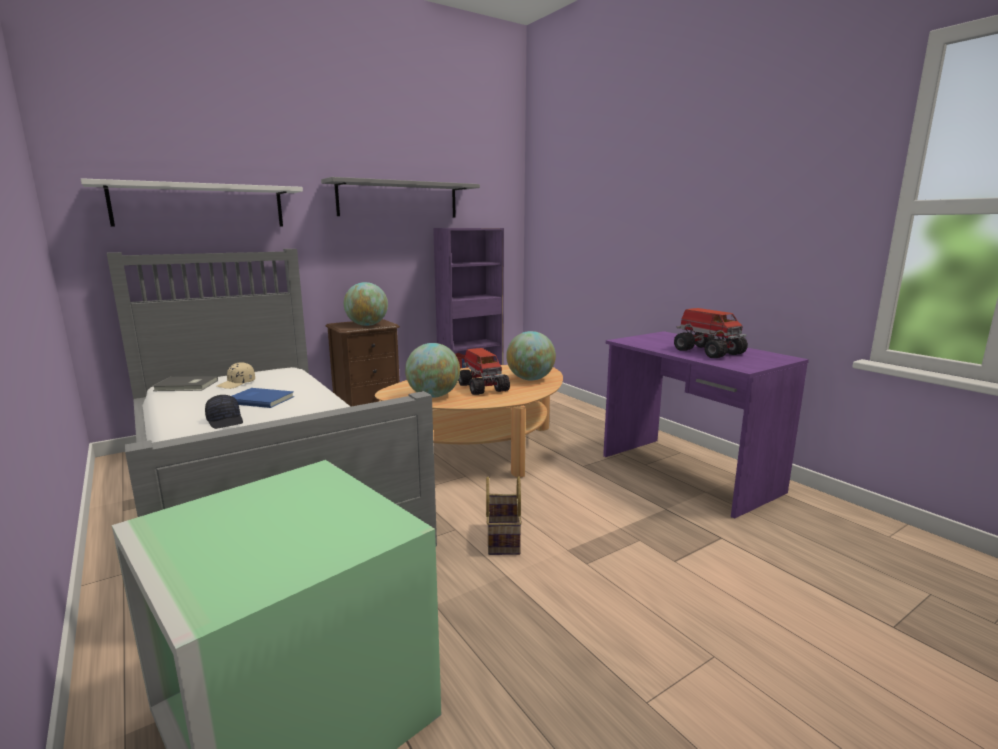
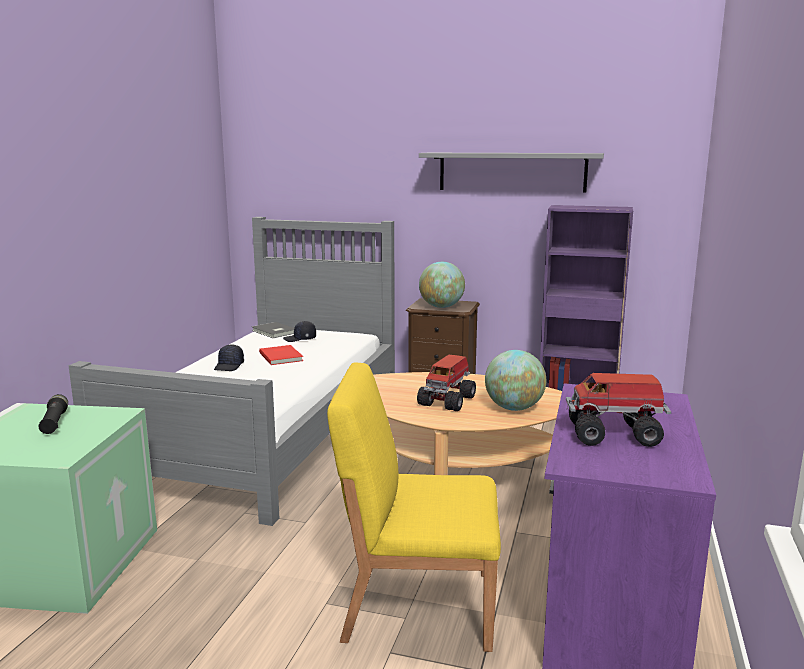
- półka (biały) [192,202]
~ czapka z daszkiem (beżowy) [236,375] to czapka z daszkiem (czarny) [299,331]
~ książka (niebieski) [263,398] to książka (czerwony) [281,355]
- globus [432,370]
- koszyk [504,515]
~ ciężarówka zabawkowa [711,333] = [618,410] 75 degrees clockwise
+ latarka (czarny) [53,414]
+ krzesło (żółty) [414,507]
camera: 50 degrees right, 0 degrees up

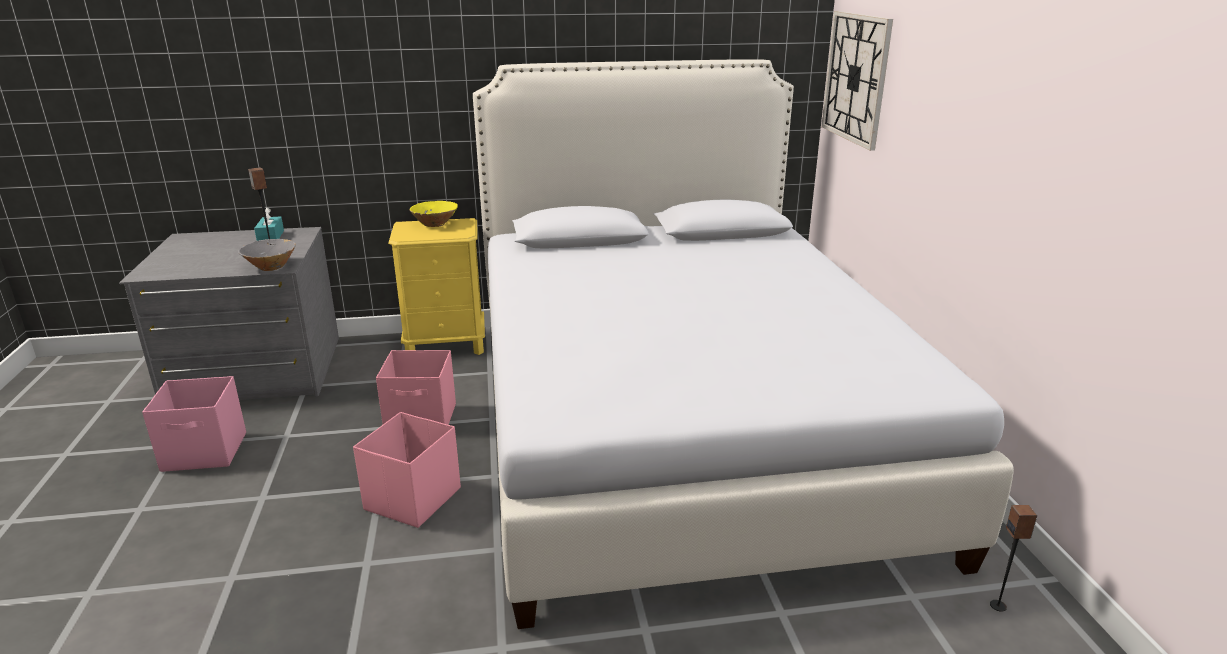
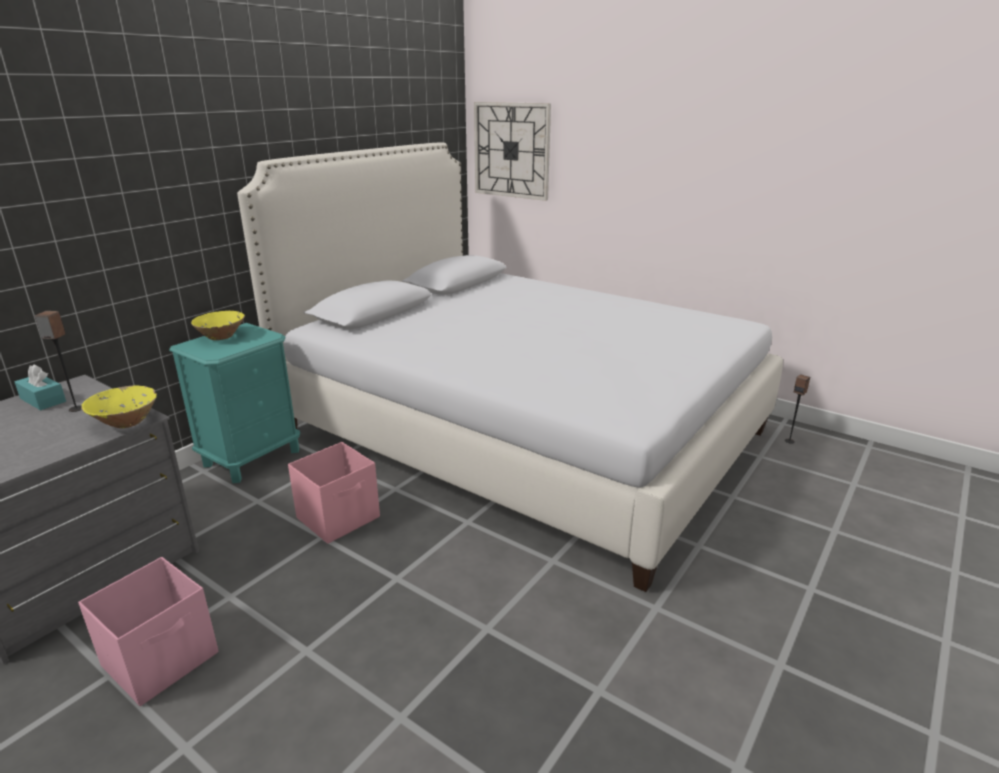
~ miska (szary) [267,255] to miska (żółty) [119,406]
- pojemnik do przechowywania (różowy) [407,470]
~ szafka nocna (żółty) [436,286] to szafka nocna (turkusowy) [234,403]
camera: 45 degrees left, 0 degrees up

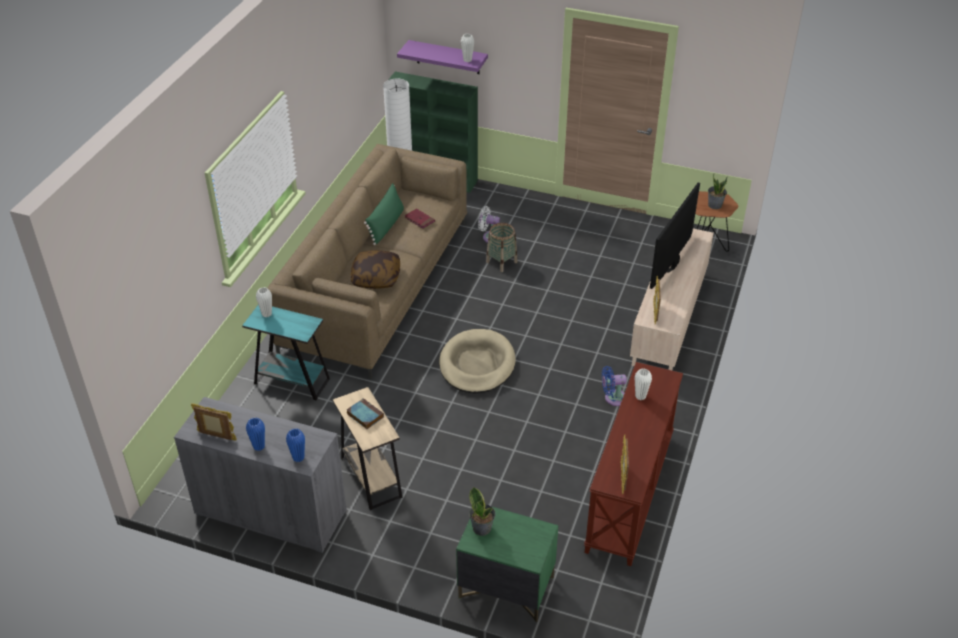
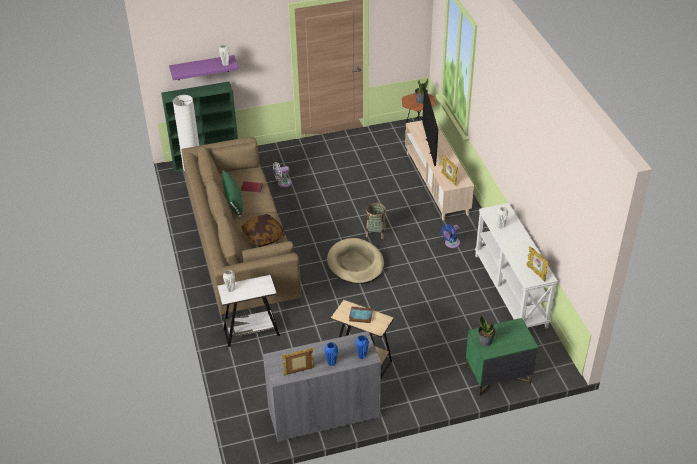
~ stolik (turkusowy) [286,352] to stolik (biały) [248,311]
~ koszyk [501,247] to [376,221]
~ stolik konsolowy (brązowy) [633,464] to stolik konsolowy (biały) [516,265]
camera: 35 degrees left, 0 degrees up

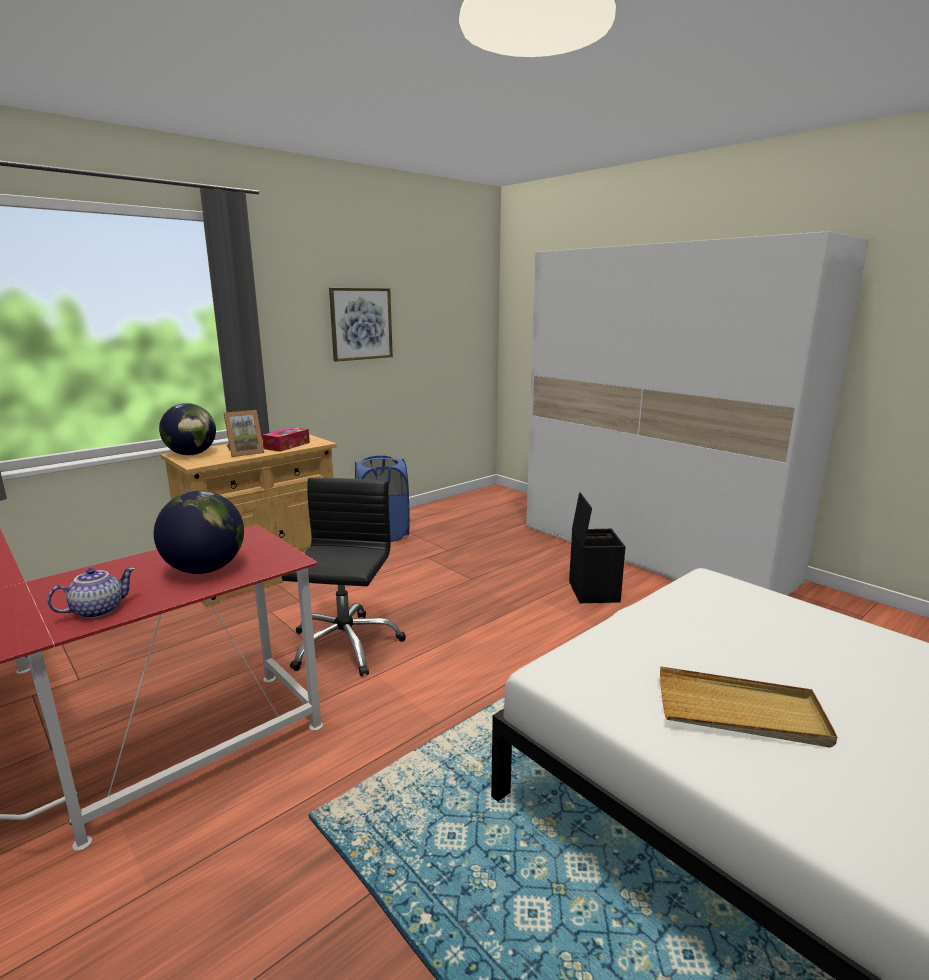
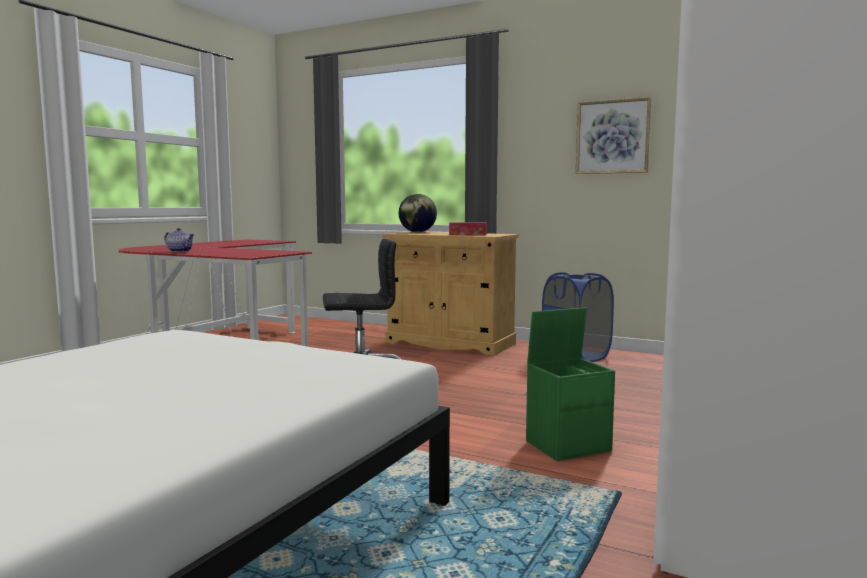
- globus [199,532]
- ramka na zdjęcie [244,433]
~ pojemnik do przechowywania (czarny) [597,547] to pojemnik do przechowywania (zielony) [570,384]
- taca (beżowy) [748,706]
camera: 70 degrees right, 10 degrees down

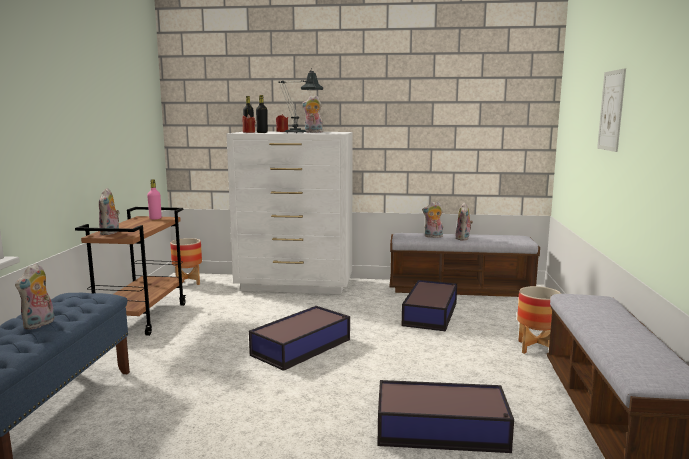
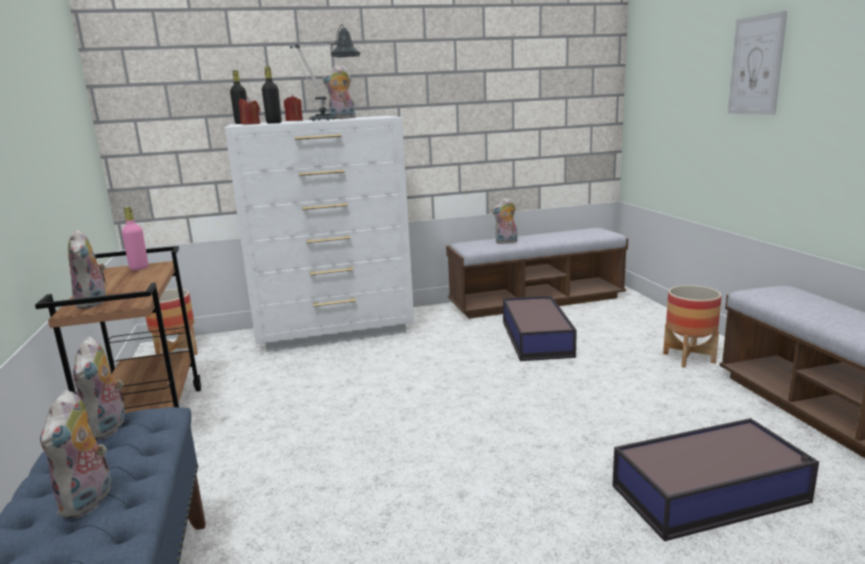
- pojemnik do przechowywania [299,338]
~ pluszak [464,221] to [99,388]
camera: 20 degrees left, 5 degrees up

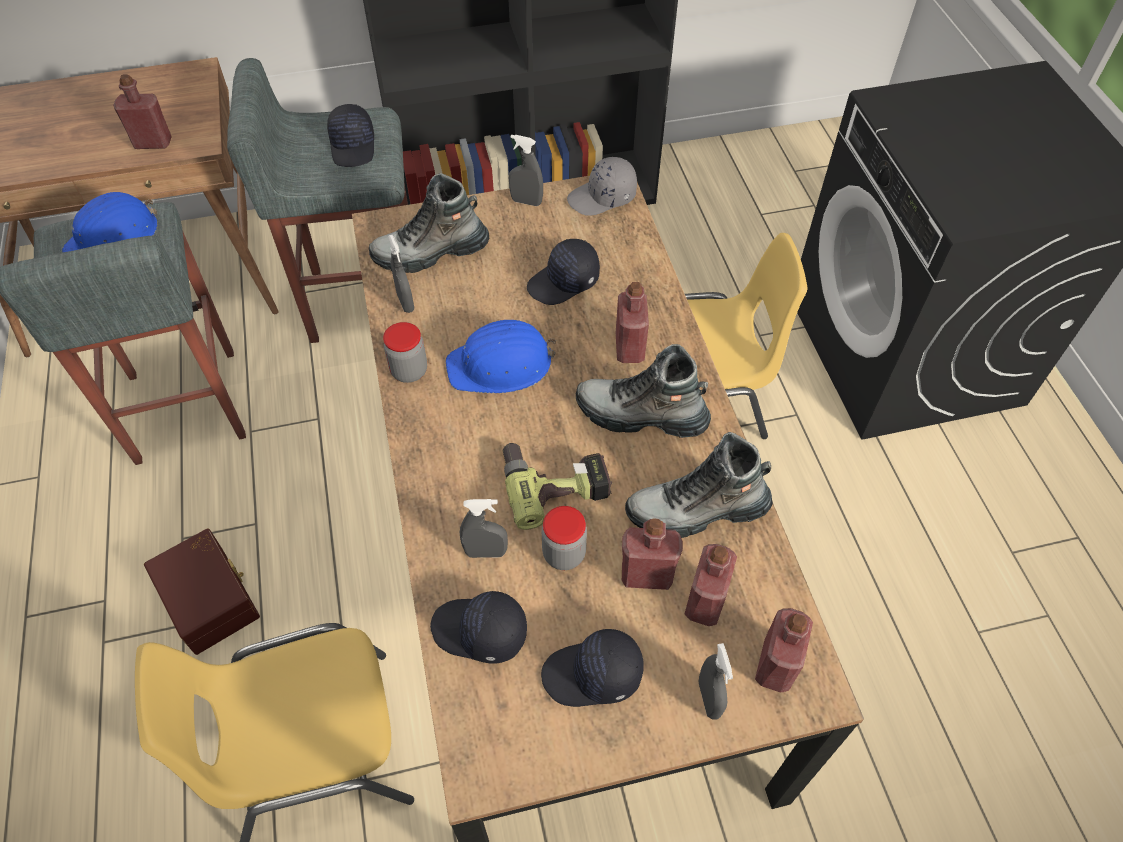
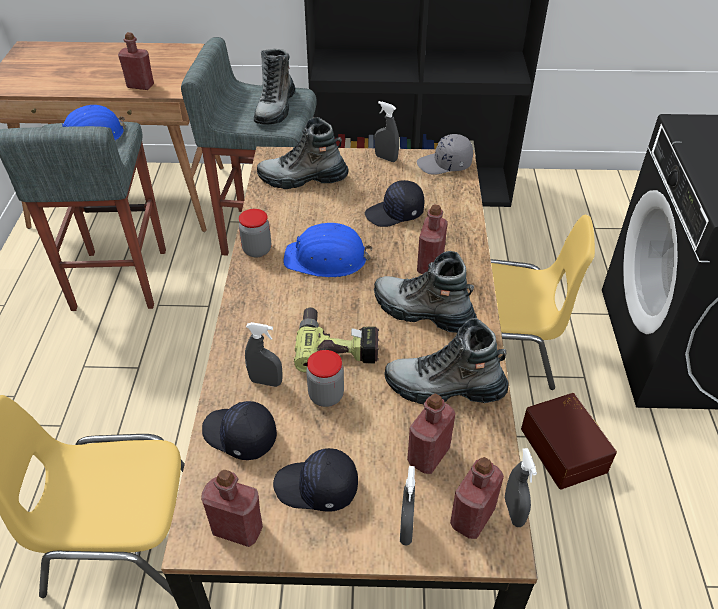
~ pojemnik do przechowywania (brązowy) [202,591] to [569,441]
~ czapka z daszkiem (czarny) [350,135] to but z cholewką [274,86]
~ spryskiwacz (szary) [401,273] to [521,487]
~ butelka (czerwony) [652,554] to [232,508]
camera: 15 degrees right, 10 degrees down

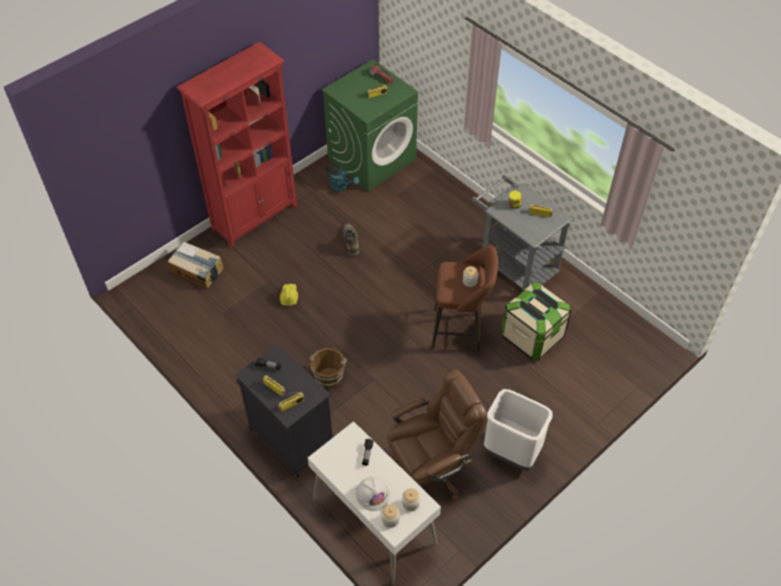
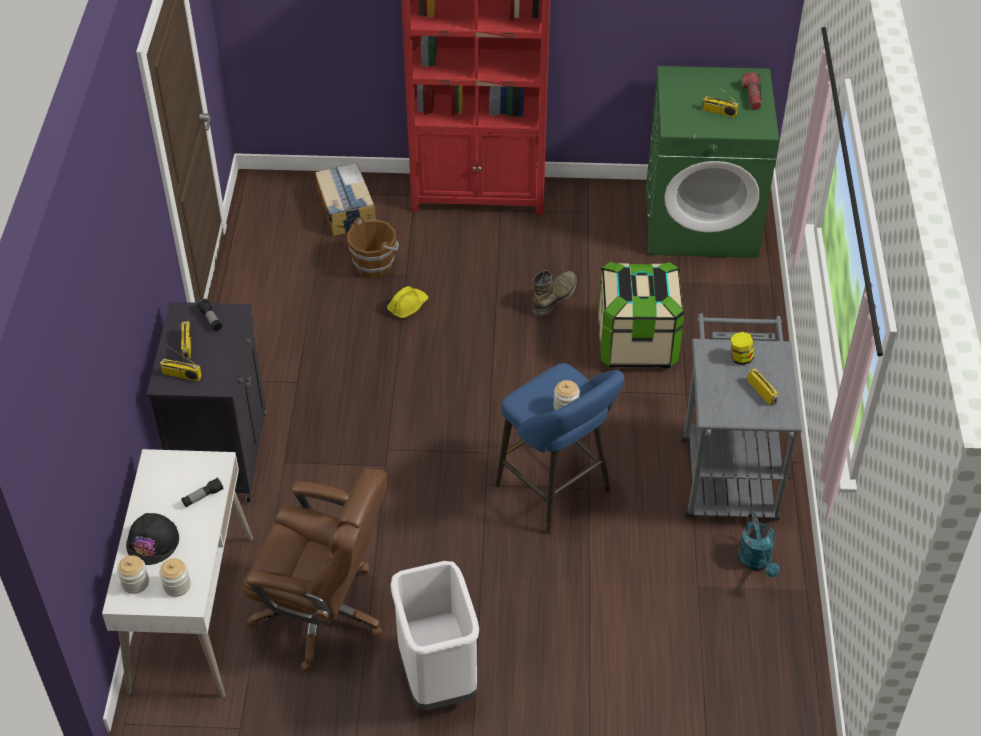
~ wiadro (brązowy) [328,368] to [373,248]
~ konewka (turkusowy) [343,178] to [759,545]
~ kask (biały) [373,494] to kask (czarny) [152,539]
~ stołek (brązowy) [464,299] to stołek (niebieski) [559,448]
~ pojemnik do przechowywania [536,321] to [641,315]
camera: 45 degrees right, 5 degrees down

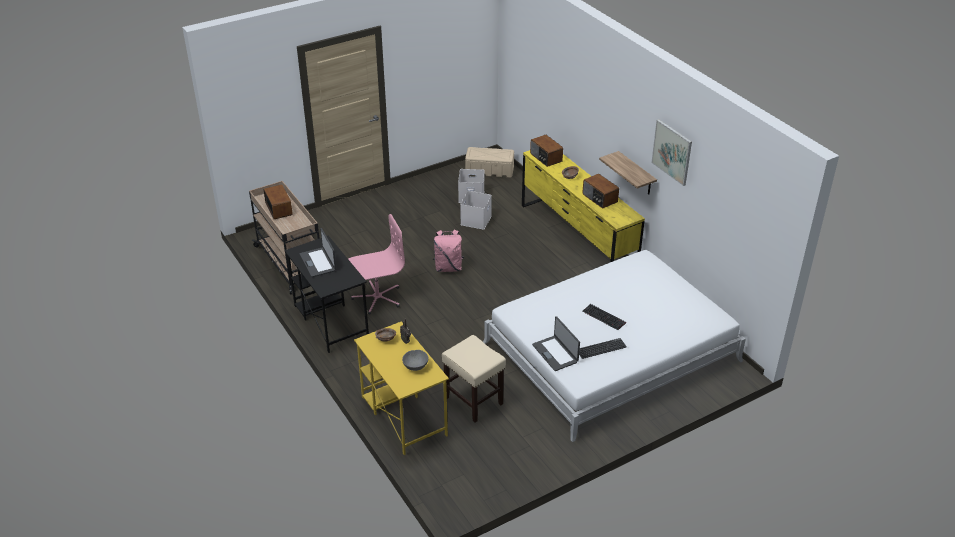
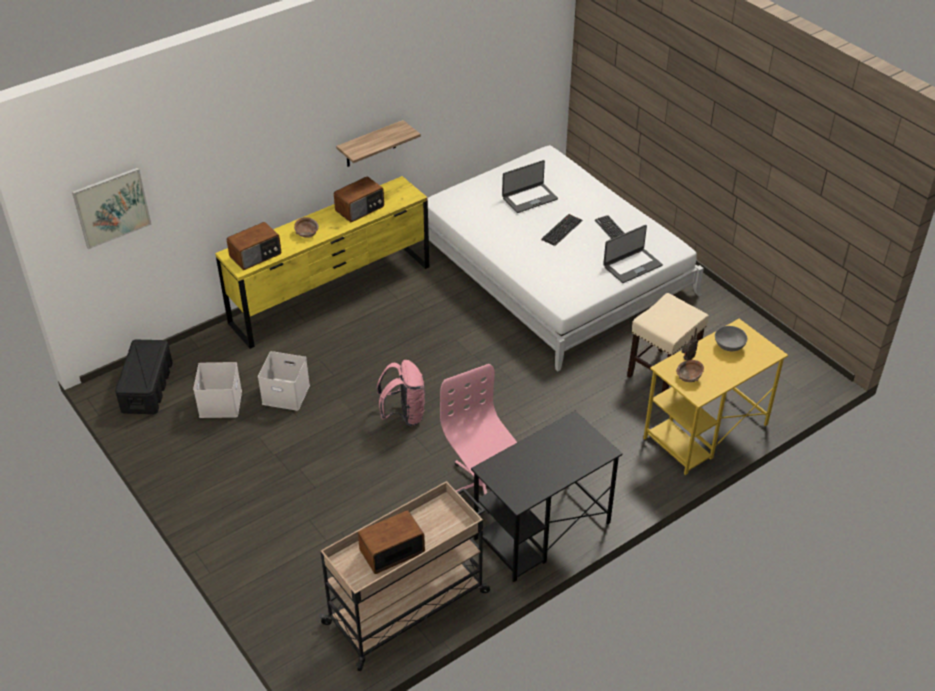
~ laptop [318,252] to [530,186]
~ pojemnik do przechowywania (beżowy) [489,162] to pojemnik do przechowywania (czarny) [144,377]
~ obraz [671,152] to [112,208]
camera: 95 degrees left, 5 degrees up

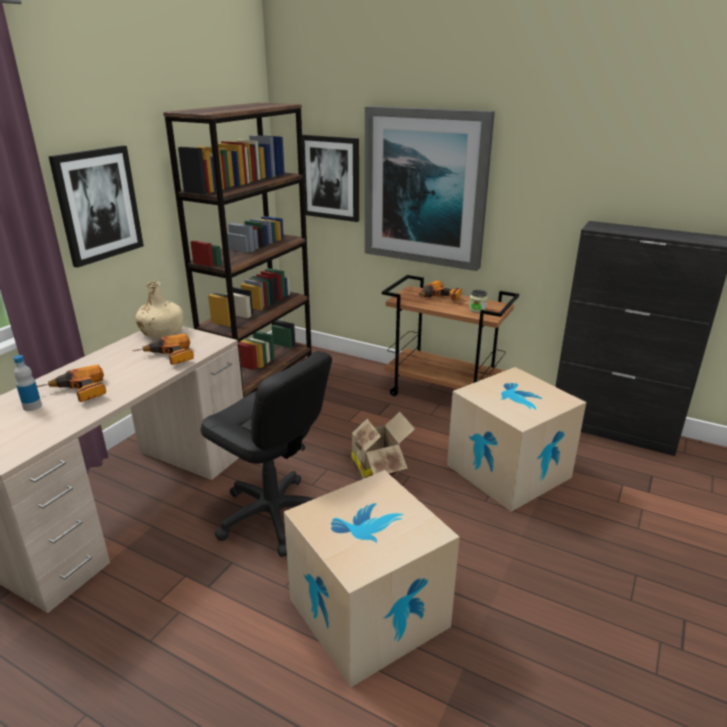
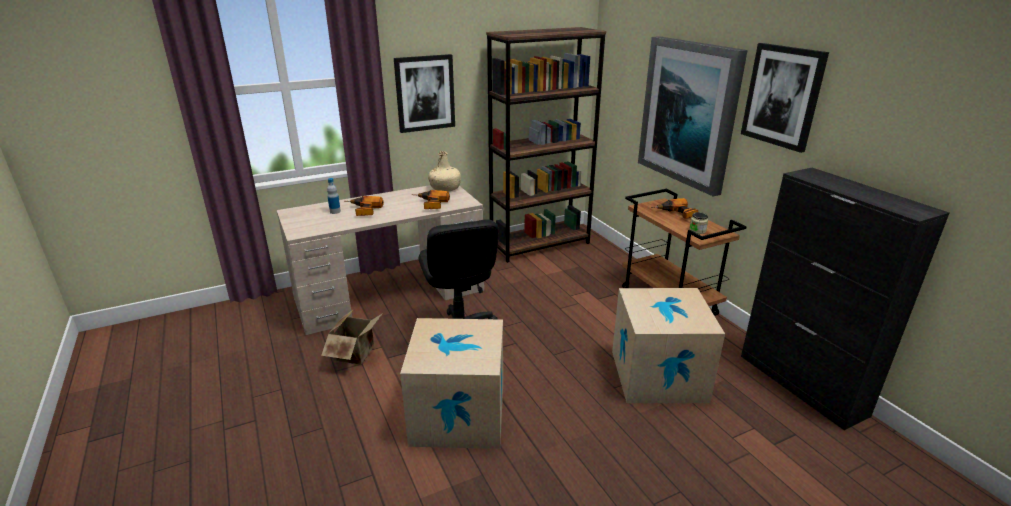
~ obraz [330,178] to [785,98]
~ karton [381,445] to [352,337]
camera: 35 degrees right, 0 degrees up

